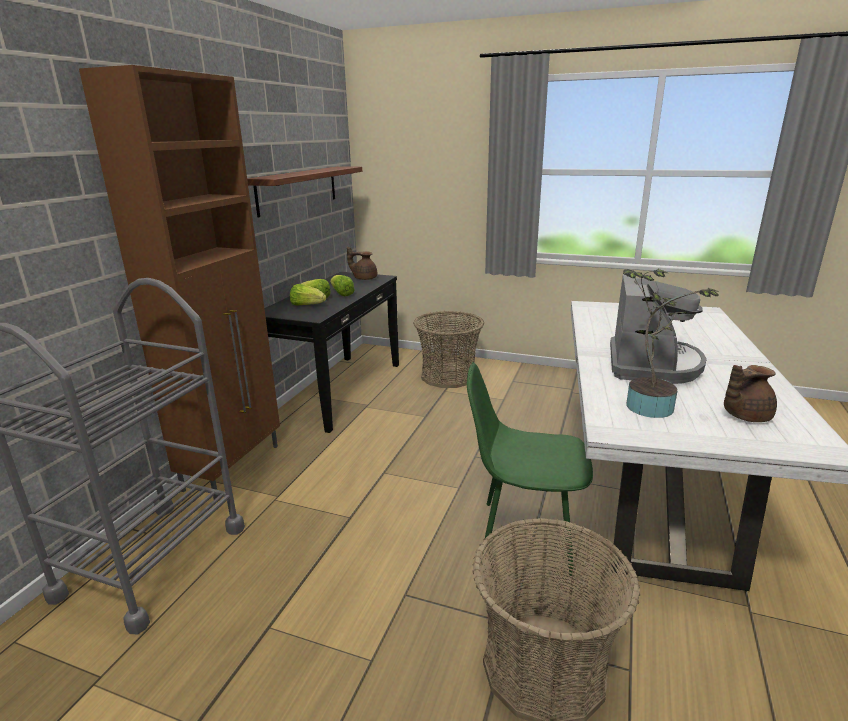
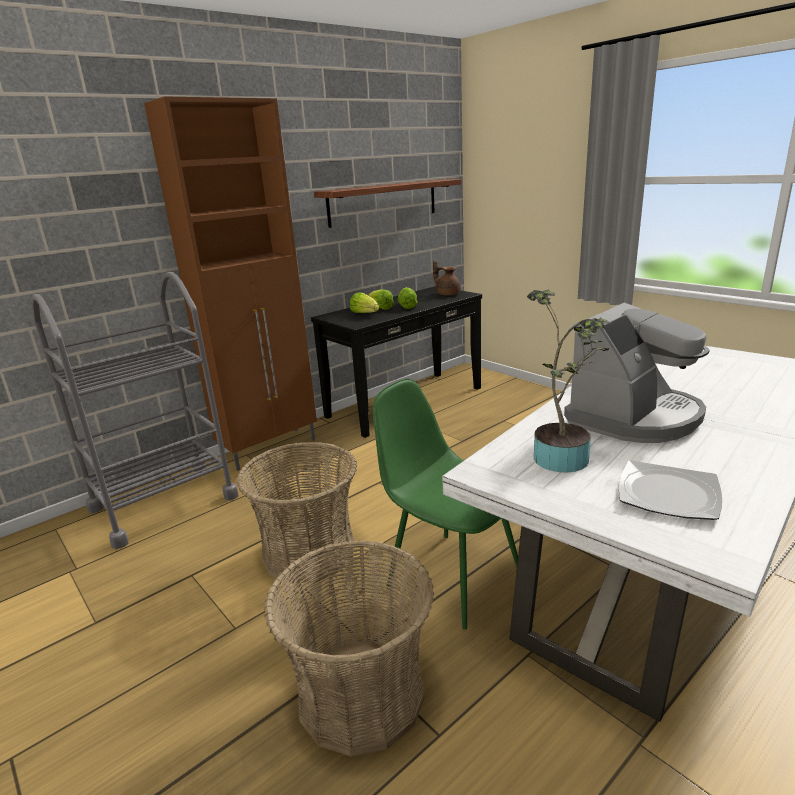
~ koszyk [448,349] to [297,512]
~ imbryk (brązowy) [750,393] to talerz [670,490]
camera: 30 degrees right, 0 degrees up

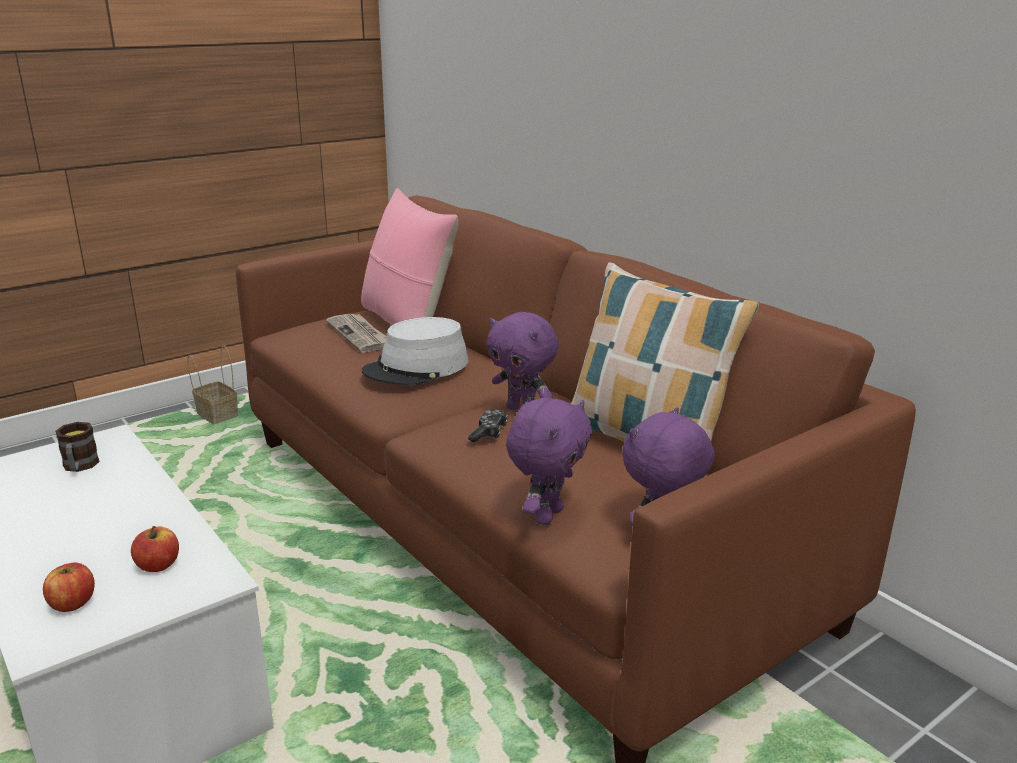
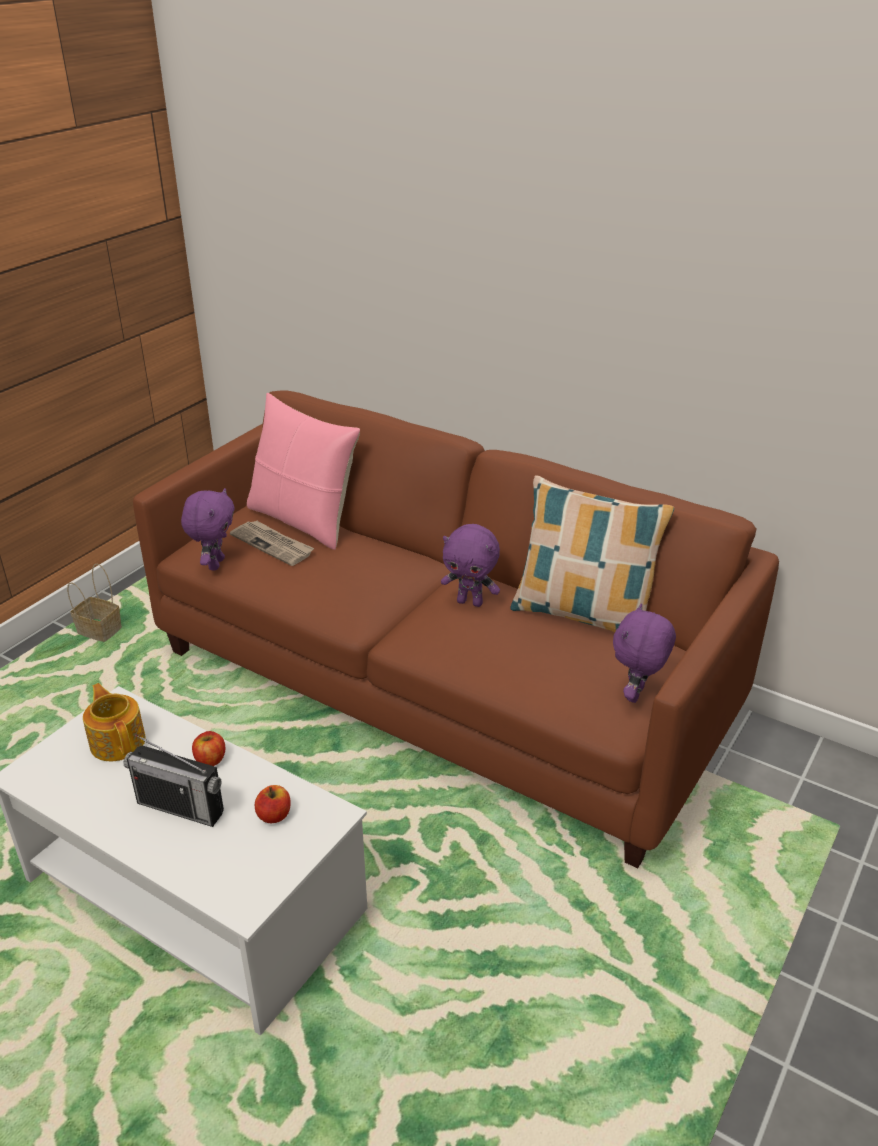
~ jabłko [69,587] to [208,748]
~ kubek [77,447] to imbryk [114,722]
- kapelusz (szary) [415,351]
- pad do gier [488,425]
~ pluszak (fioletowy) [549,461] to [208,529]
+ radio [173,780]
camera: 20 degrees left, 10 degrees up

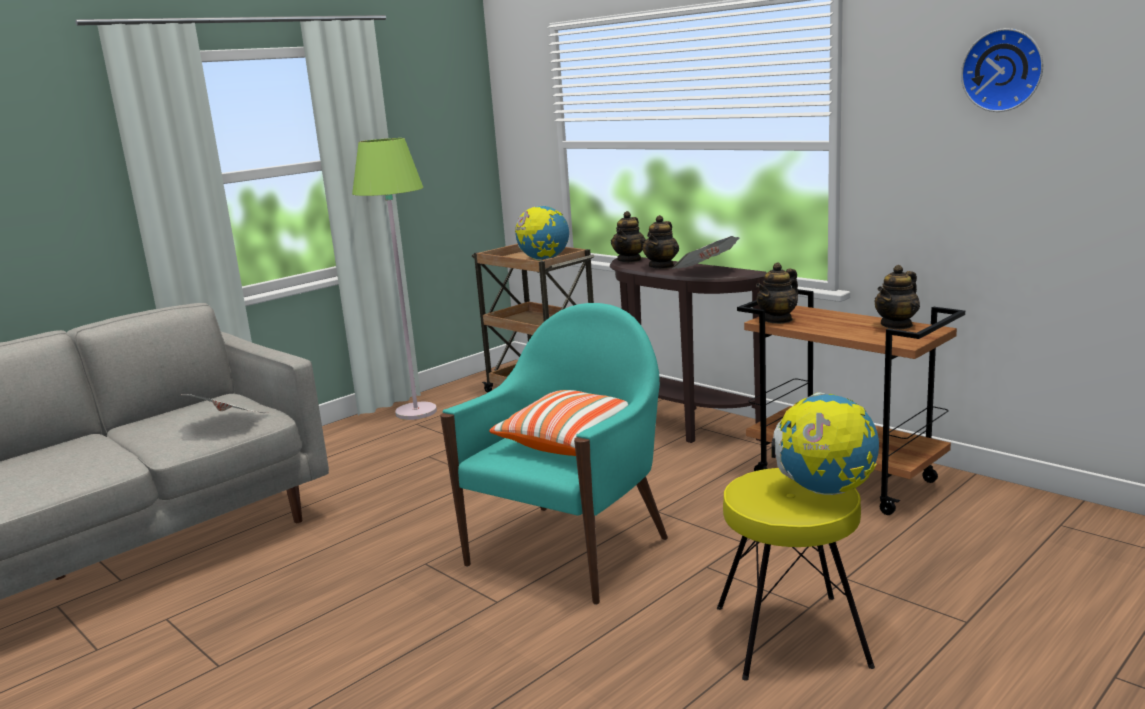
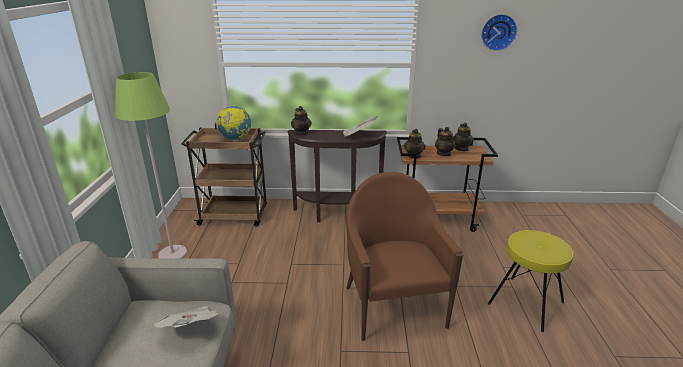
~ fotel (turkusowy) [554,454] to fotel (brązowy) [404,256]
- poduszka [558,423]
~ imbryk [660,242] to [445,141]
- globus [825,443]
camera: 45 degrees left, 10 degrees up

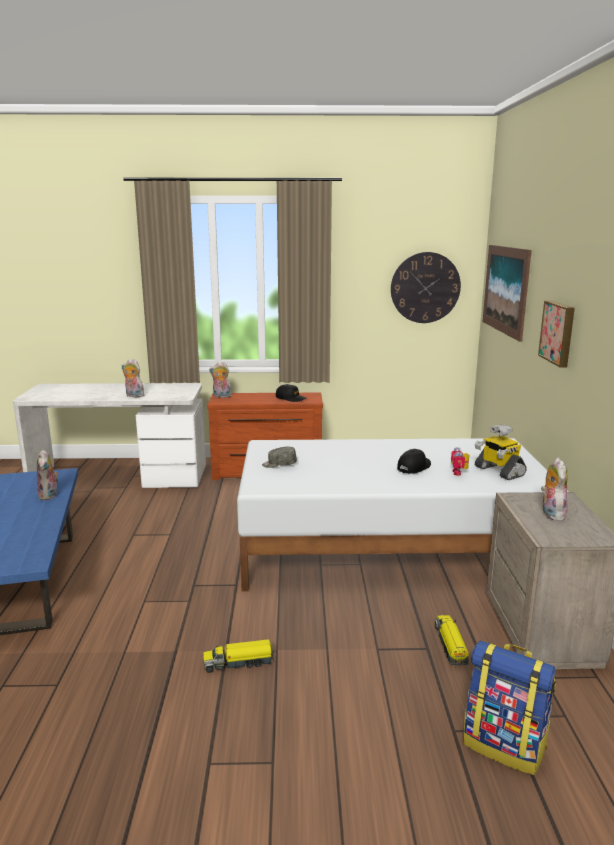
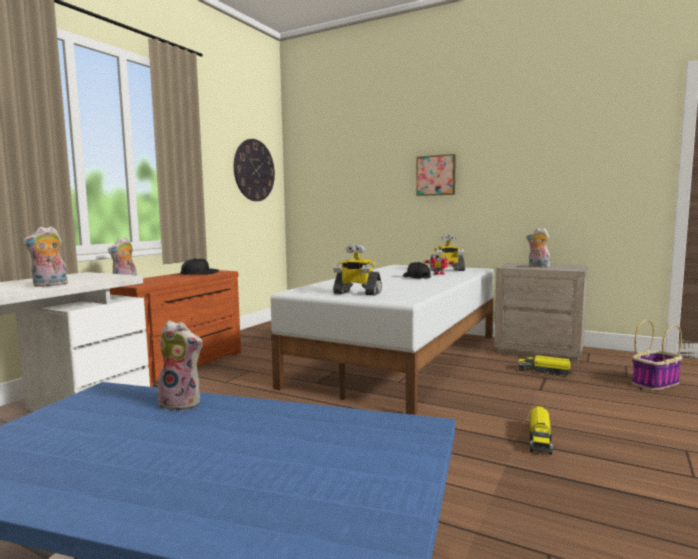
~ czapka z daszkiem (szary) [279,457] to robot zabawkowy [357,270]
~ plecak [509,708] to koszyk [657,355]
- obraz [507,293]
camera: 60 degrees left, 10 degrees down

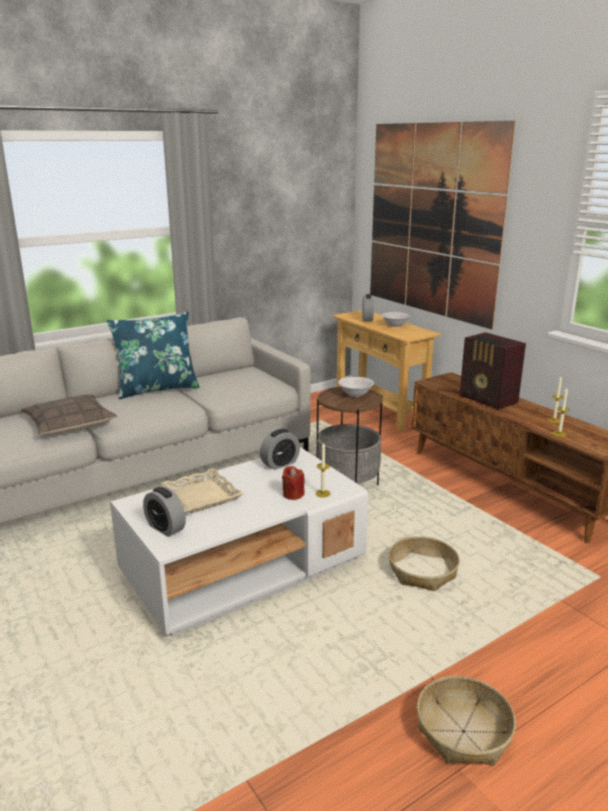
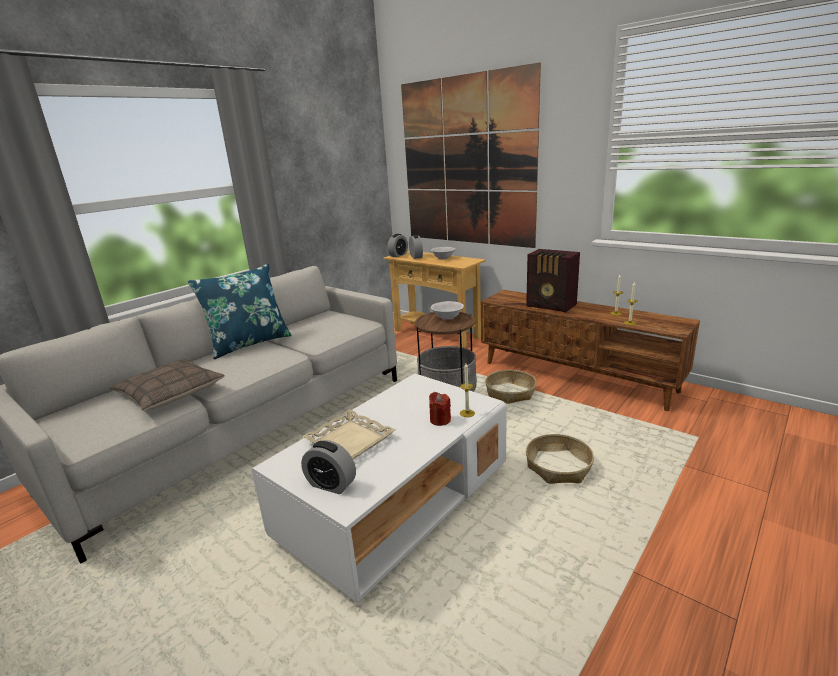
~ budzik [280,449] to [398,245]
~ koszyk [466,720] to [511,387]
camera: 15 degrees left, 0 degrees up

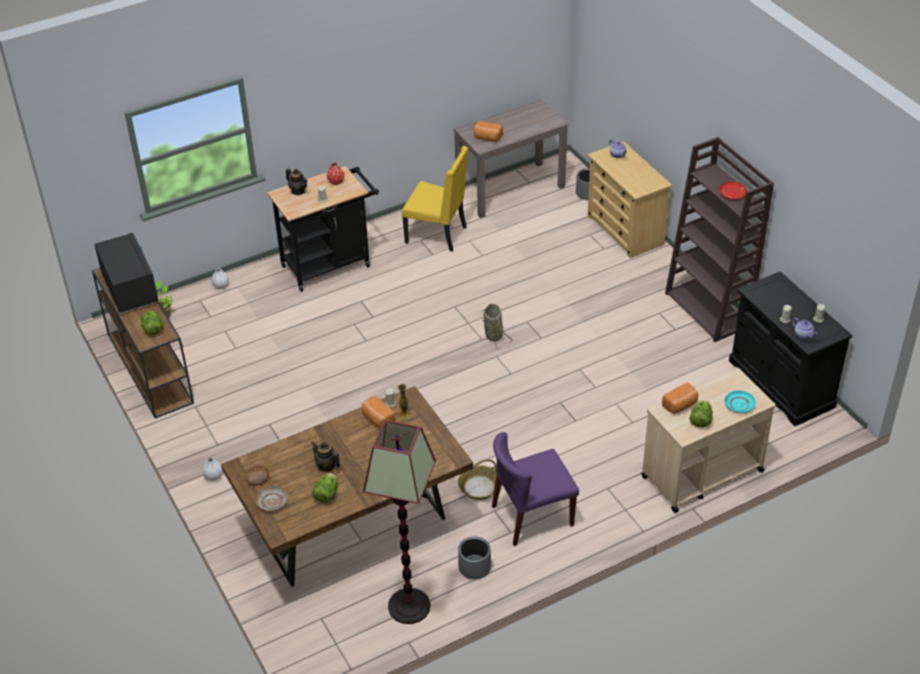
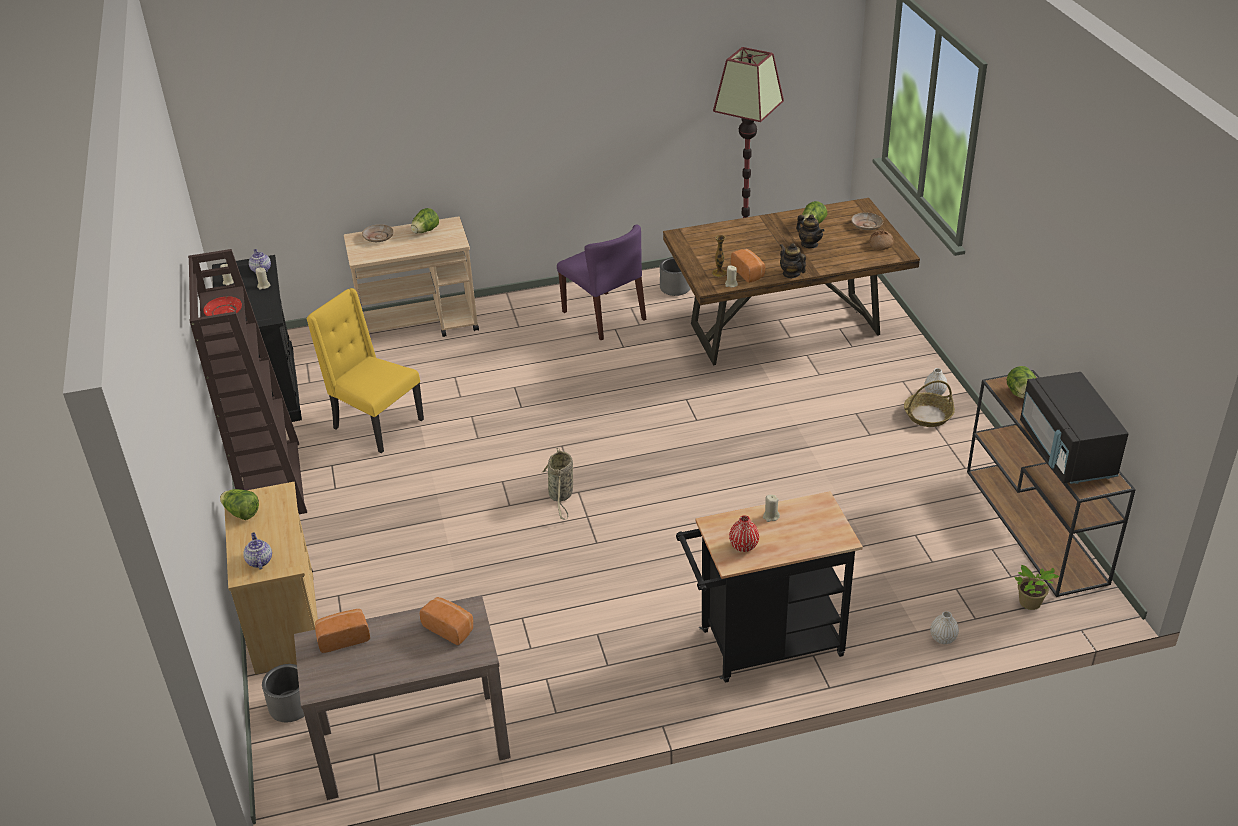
~ imbryk [296,182] to [793,260]
~ krzesło (żółty) [435,199] to [365,370]
~ koszyk [477,479] to [929,403]
~ krzesło (fioletowy) [535,489] = [601,282] 60 degrees clockwise
~ chleb [680,398] to [342,631]
~ talerz (turkusowy) [740,401] to talerz (beżowy) [378,233]
+ sałata [239,504]
camera: 165 degrees left, 5 degrees down

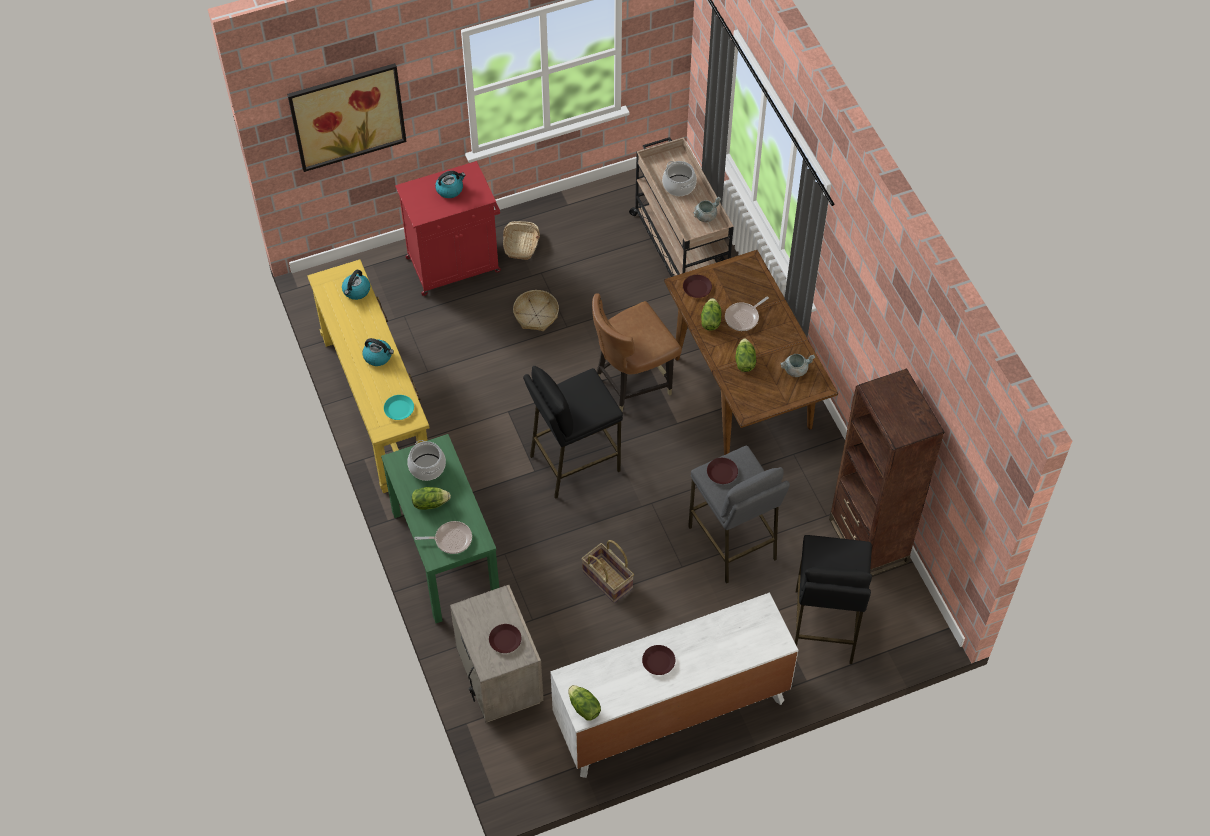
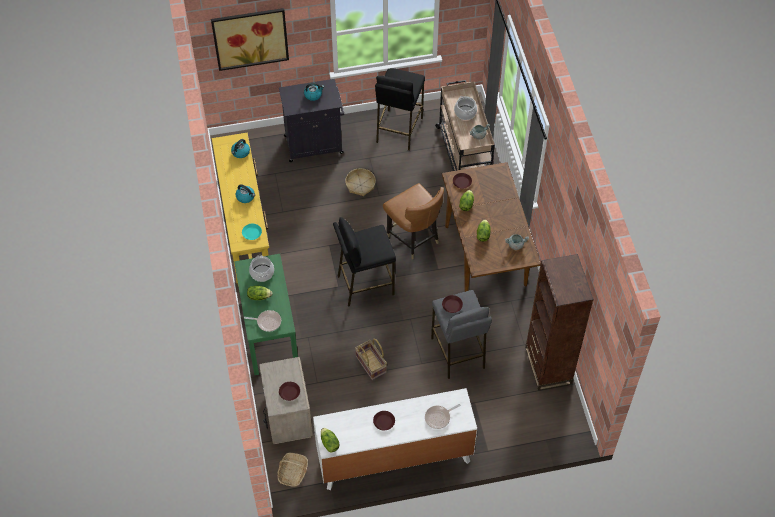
~ szafka (czerwony) [448,228] to szafka (czarny) [311,120]
~ koszyk [521,240] to [292,470]
~ krzesło (brązowy) [637,352] = [413,221] 105 degrees counterclockwise
~ patelnia [747,313] to [442,416]
~ stołek (czarny) [833,599] to [400,109]
camera: 10 degrees right, 0 degrees up

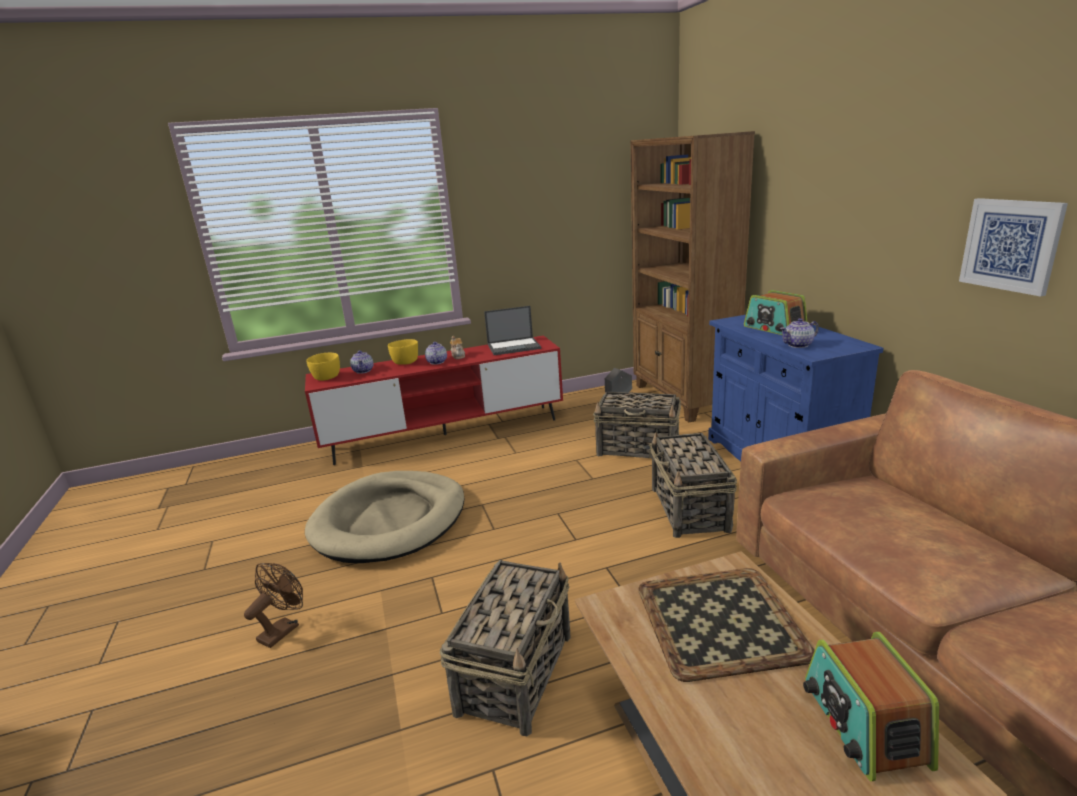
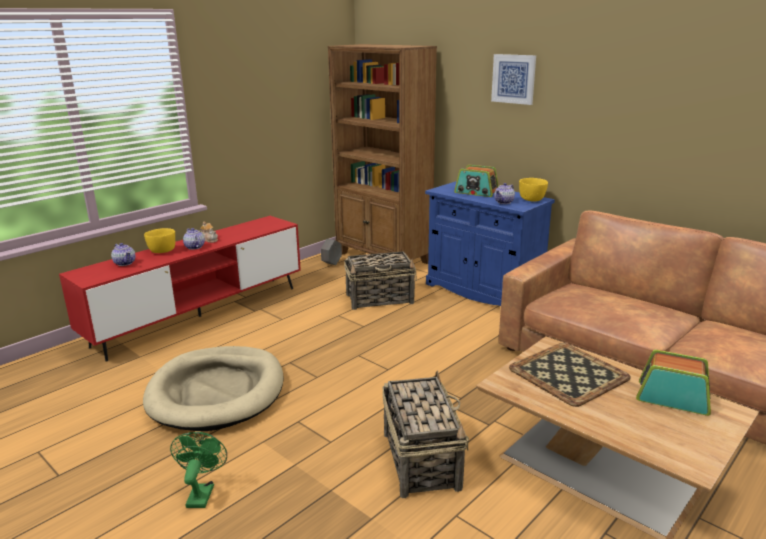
~ wentylator (brązowy) [273,605] to wentylator (zielony) [198,470]
~ miska (żółty) [323,367] to [533,189]
- laptop [512,330]
- koszyk [693,485]
~ radio [871,706] = [673,383] 150 degrees clockwise
~ obraz [1013,247] to [513,79]
camera: 30 degrees left, 0 degrees up

